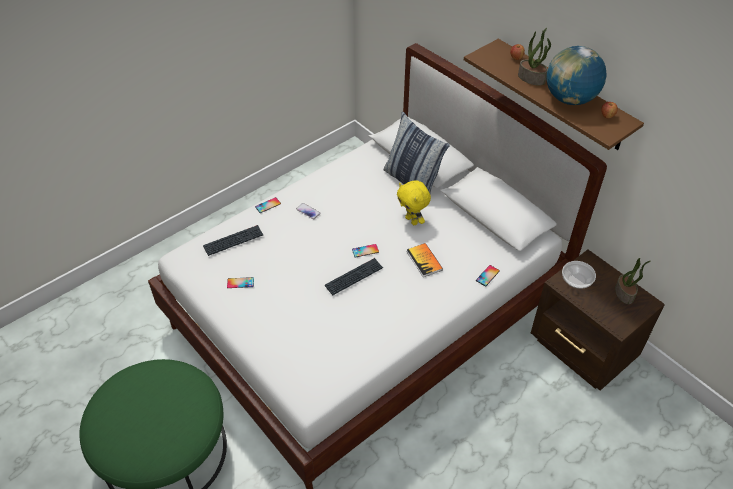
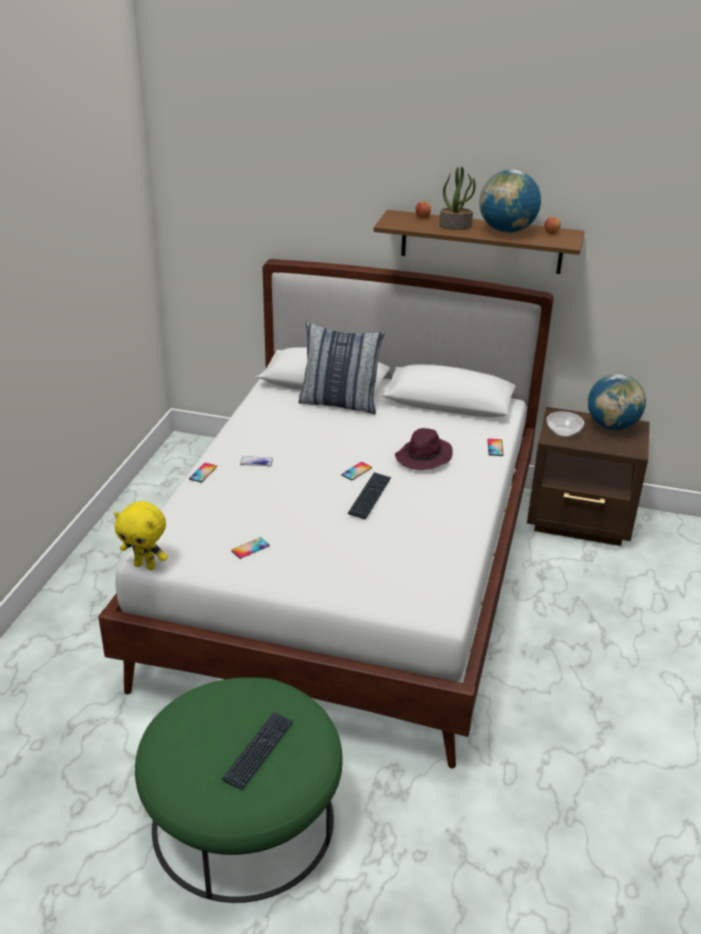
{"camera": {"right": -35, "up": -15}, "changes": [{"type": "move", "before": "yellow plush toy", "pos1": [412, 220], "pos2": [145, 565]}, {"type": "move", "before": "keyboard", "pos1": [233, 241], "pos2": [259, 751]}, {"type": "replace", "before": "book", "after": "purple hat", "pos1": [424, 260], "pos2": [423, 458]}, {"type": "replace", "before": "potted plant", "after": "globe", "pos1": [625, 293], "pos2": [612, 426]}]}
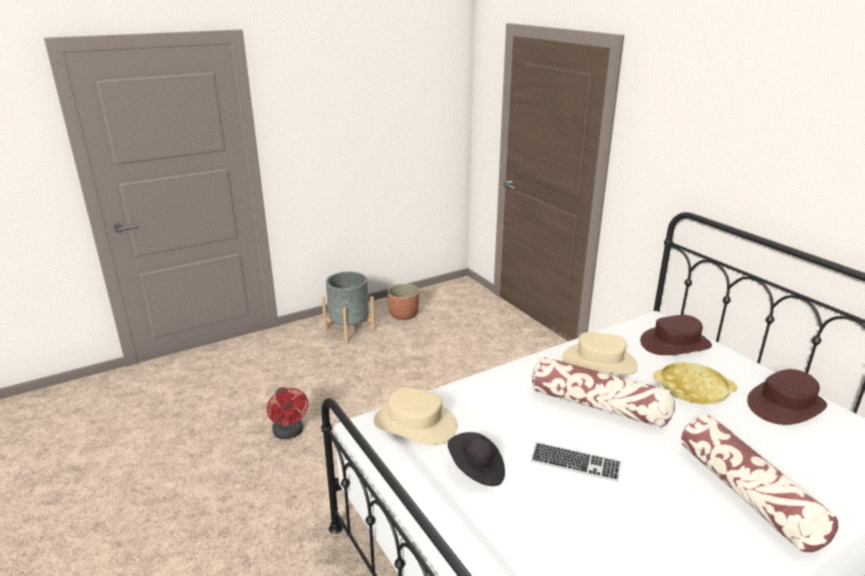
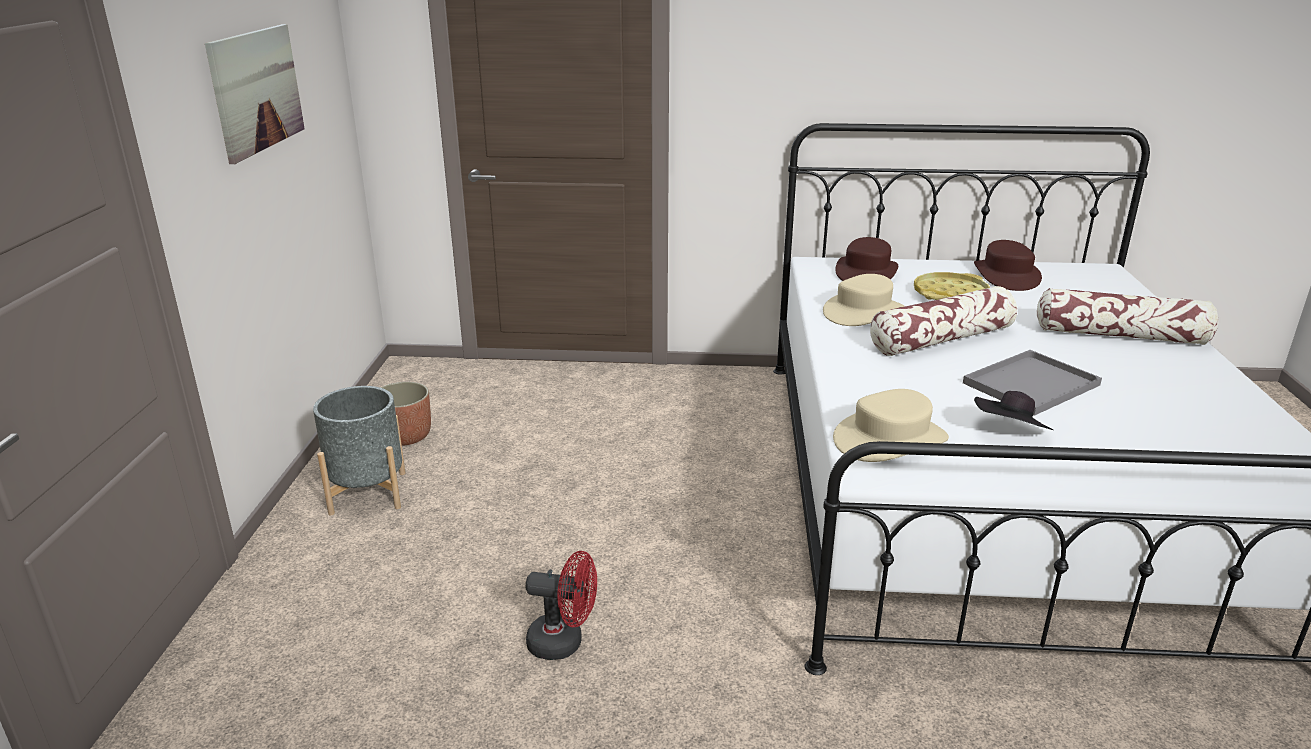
{"camera": {"right": -55, "up": 0}, "changes": [{"type": "insert", "after": "picture", "pos2": [257, 90]}, {"type": "replace", "before": "keyboard", "after": "grey tray", "pos1": [575, 463], "pos2": [1031, 383]}]}
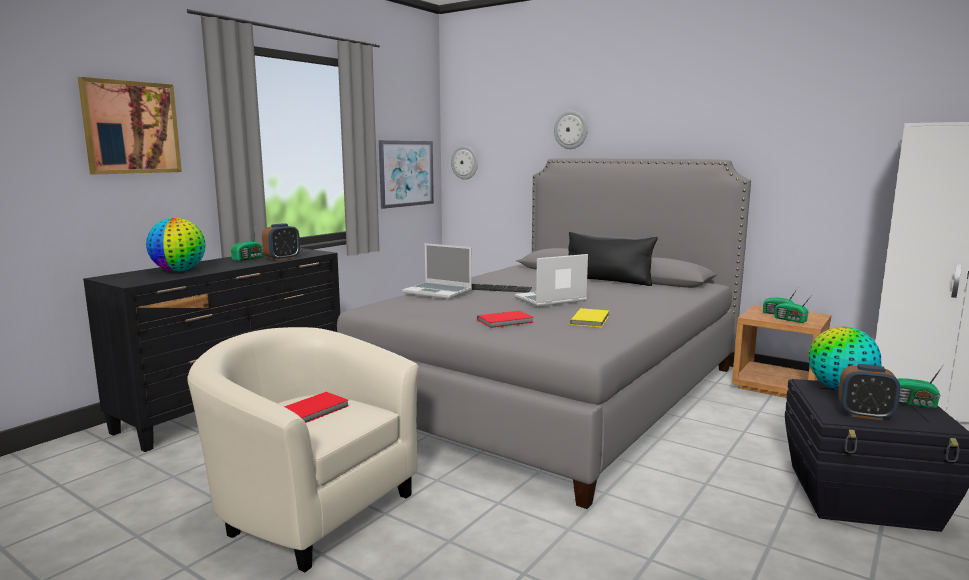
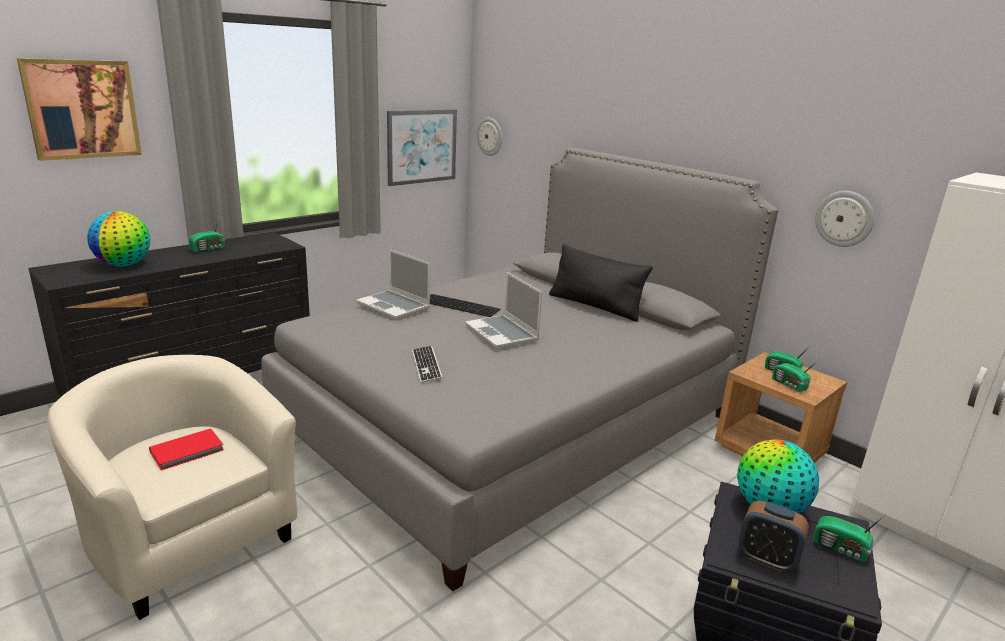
{"camera": {"right": 10, "up": 10}, "changes": [{"type": "replace", "before": "red book", "after": "keyboard", "pos1": [506, 321], "pos2": [426, 365]}, {"type": "rotate", "before": "laptop", "pos1": [550, 300], "pos2": [502, 333], "turn": -105}, {"type": "move", "before": "wall clock", "pos1": [571, 130], "pos2": [844, 218]}, {"type": "delete", "before": "alarm clock", "pos1": [282, 258]}, {"type": "delete", "before": "yellow book", "pos1": [591, 320]}]}
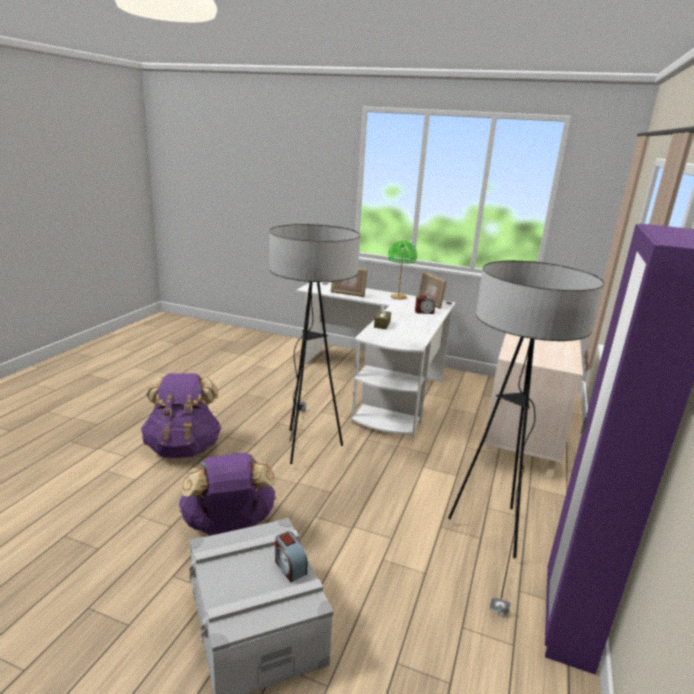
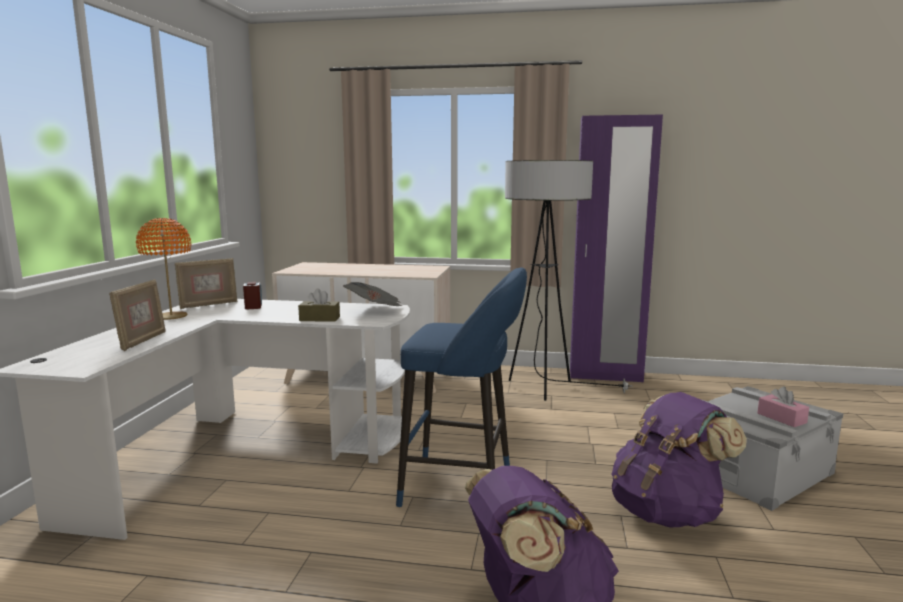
{"camera": {"right": -100, "up": -10}, "changes": [{"type": "recolor", "before": "green table lamp", "after": "orange table lamp", "pos1": [398, 297], "pos2": [171, 317]}, {"type": "insert", "after": "newspaper", "pos2": [375, 311]}, {"type": "replace", "before": "floor lamp", "after": "blue stool", "pos1": [307, 448], "pos2": [464, 487]}, {"type": "insert", "after": "pink tissue box", "pos2": [781, 418]}, {"type": "delete", "before": "alarm clock", "pos1": [289, 567]}]}
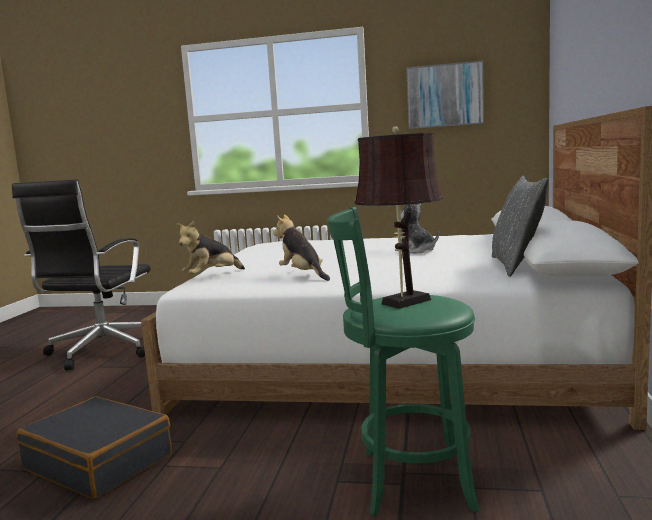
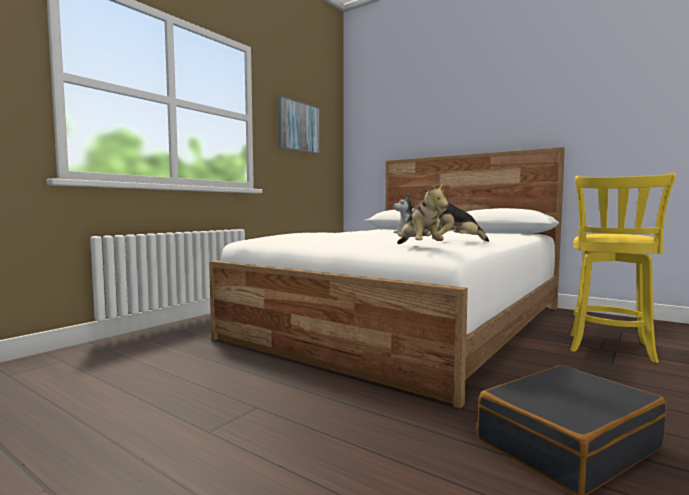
{"camera": {"right": -65, "up": -5}, "changes": [{"type": "recolor", "before": "green stool", "after": "yellow stool", "pos1": [408, 480], "pos2": [610, 349]}, {"type": "delete", "before": "black office chair", "pos1": [101, 351]}, {"type": "delete", "before": "brown table lamp", "pos1": [402, 303]}, {"type": "delete", "before": "grey pillow", "pos1": [517, 266]}]}
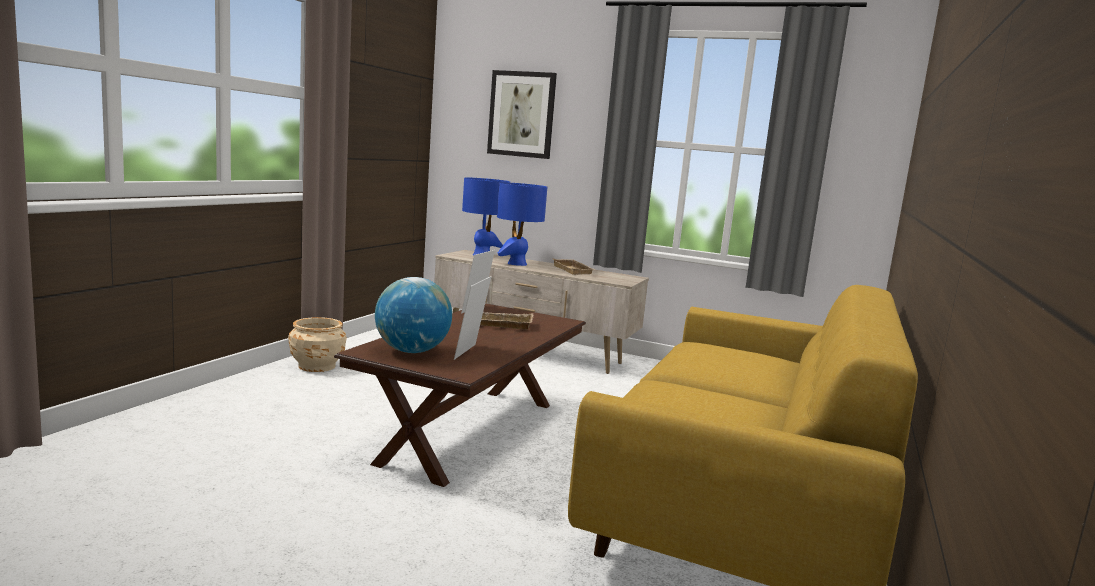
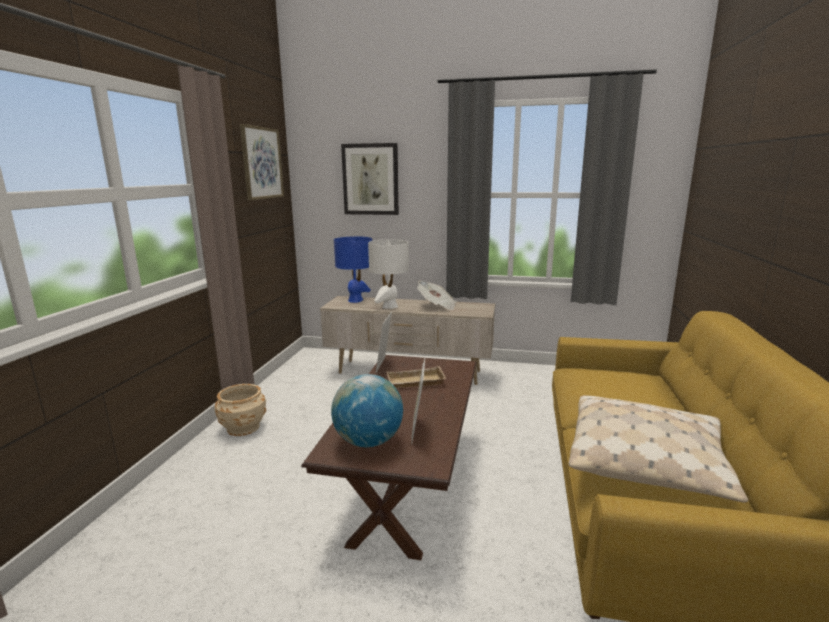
{"camera": {"right": -10, "up": 5}, "changes": [{"type": "insert", "after": "picture", "pos2": [262, 163]}, {"type": "recolor", "before": "blue table lamp", "after": "white table lamp", "pos1": [517, 264], "pos2": [389, 306]}, {"type": "replace", "before": "beige tray", "after": "newspaper", "pos1": [574, 270], "pos2": [437, 306]}, {"type": "insert", "after": "beige pillow", "pos2": [646, 461]}]}
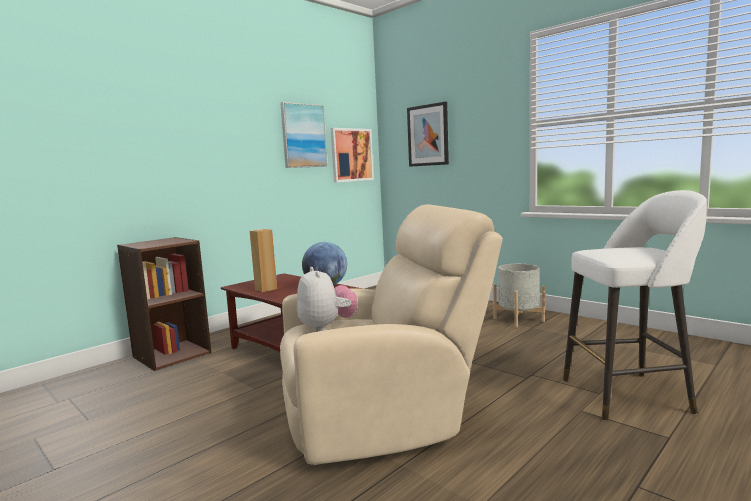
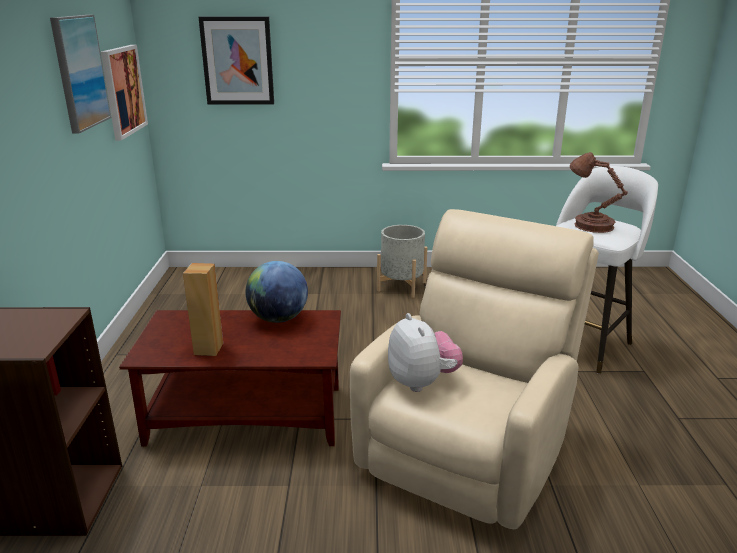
{"camera": {"right": -45, "up": 15}, "changes": [{"type": "rotate", "before": "plush toy", "pos1": [327, 327], "pos2": [422, 382], "turn": 45}, {"type": "insert", "after": "brown table lamp", "pos2": [590, 225]}]}
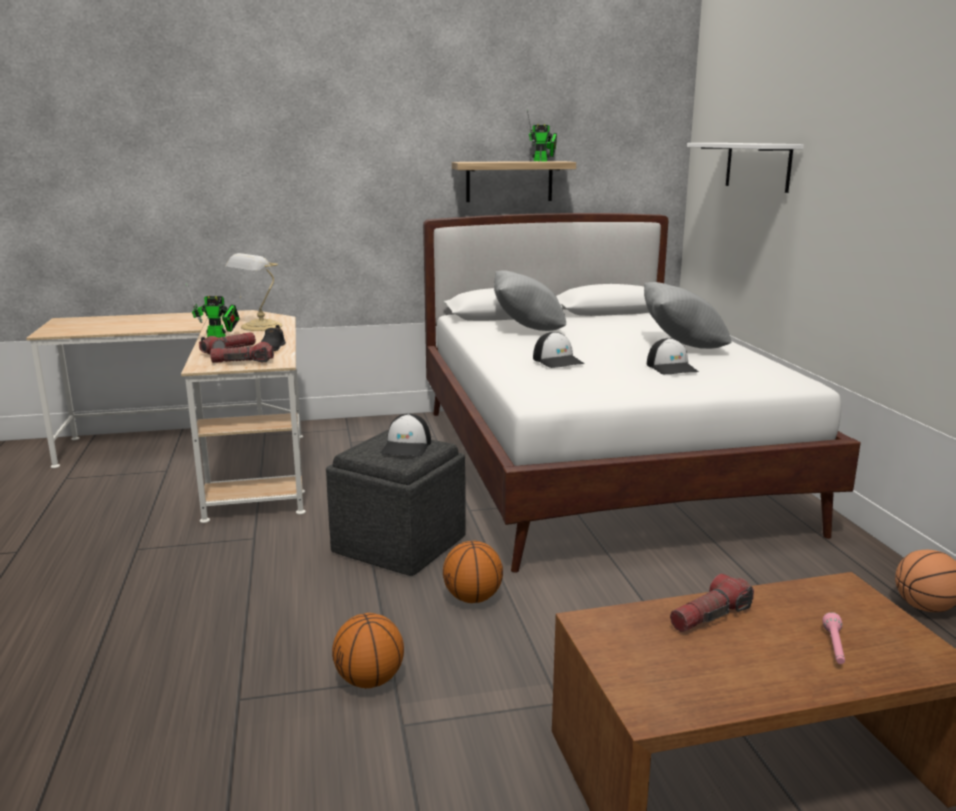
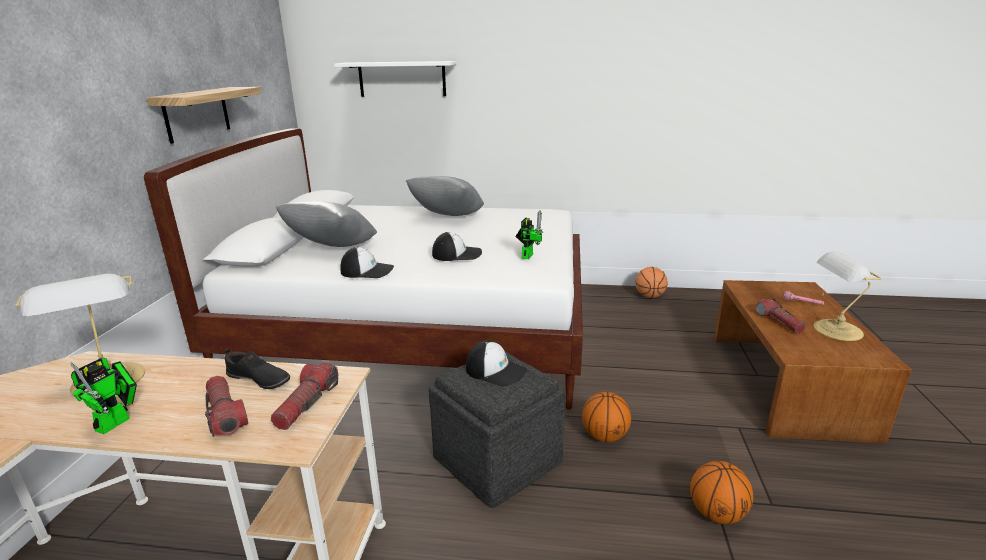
{"camera": {"right": -70, "up": 5}, "changes": [{"type": "move", "before": "cap", "pos1": [672, 368], "pos2": [367, 271]}, {"type": "move", "before": "toy robot", "pos1": [542, 161], "pos2": [528, 255]}, {"type": "insert", "after": "table lamp", "pos2": [835, 330]}]}
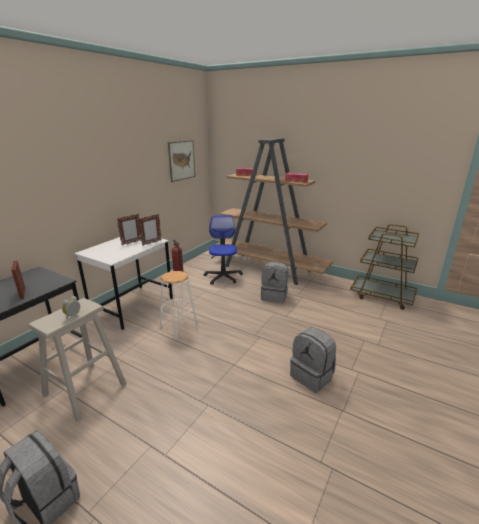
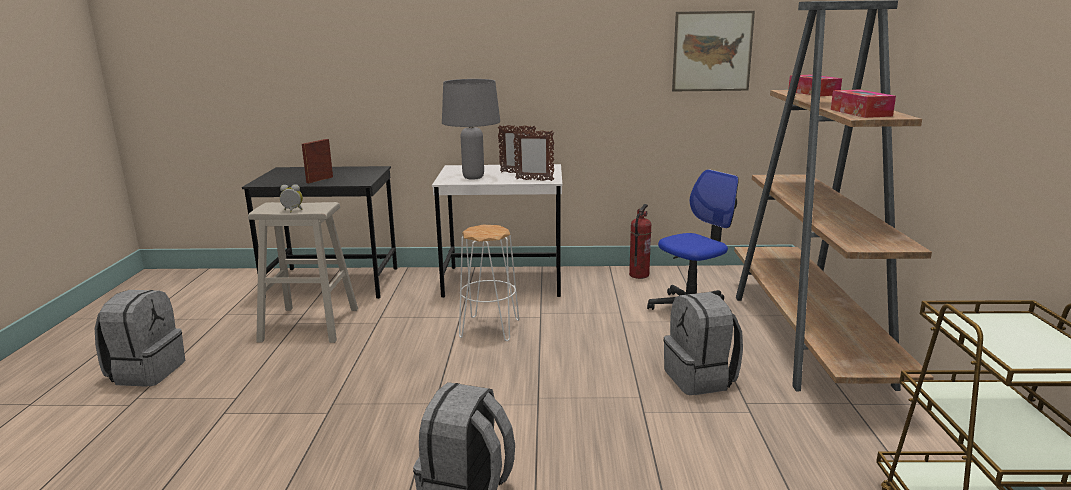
{"camera": {"right": 60, "up": -5}, "changes": [{"type": "insert", "after": "grey table lamp", "pos2": [473, 177]}]}
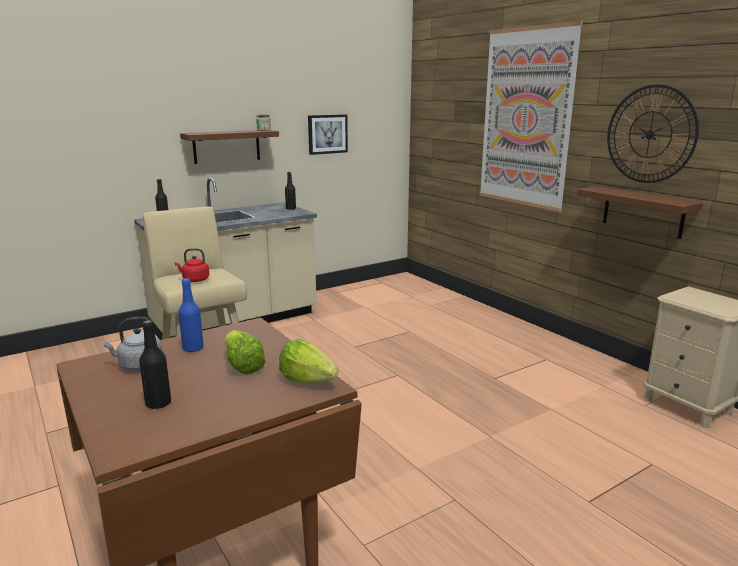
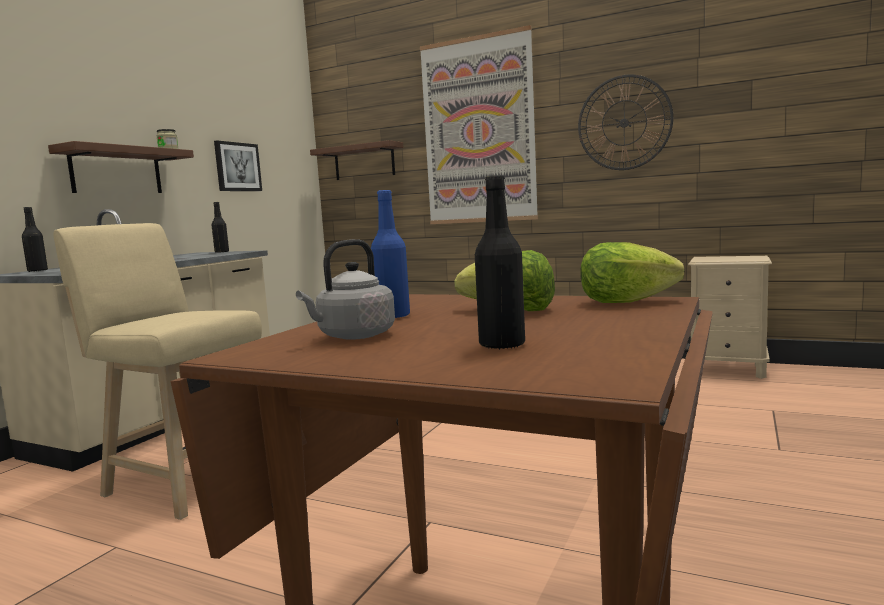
{"camera": {"right": -30, "up": -10}, "changes": [{"type": "move", "before": "brown shelf", "pos1": [643, 212], "pos2": [364, 162]}, {"type": "delete", "before": "red kettle", "pos1": [194, 280]}]}
